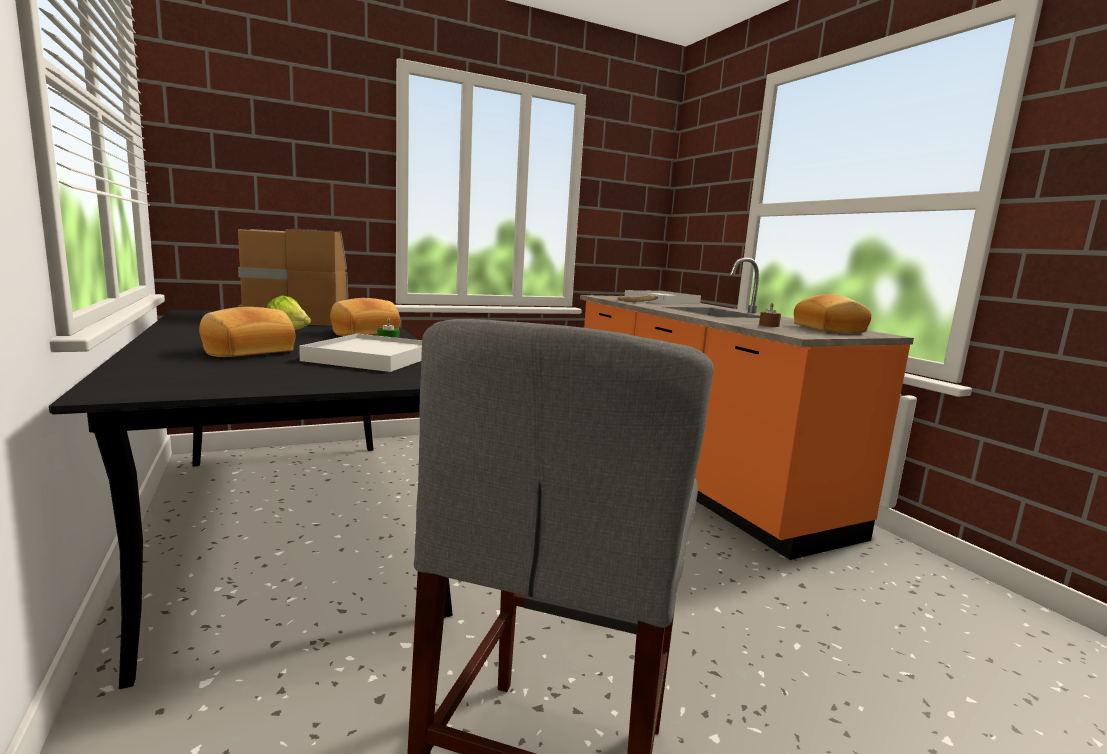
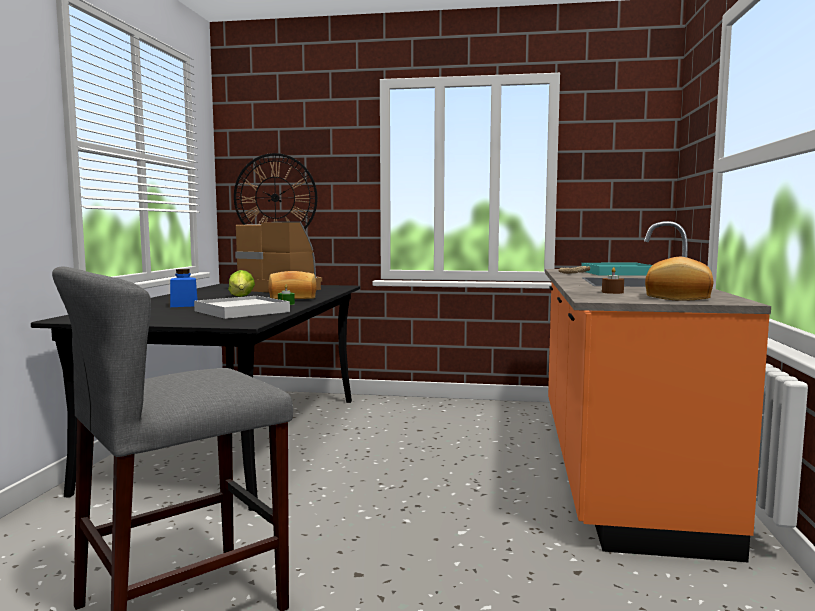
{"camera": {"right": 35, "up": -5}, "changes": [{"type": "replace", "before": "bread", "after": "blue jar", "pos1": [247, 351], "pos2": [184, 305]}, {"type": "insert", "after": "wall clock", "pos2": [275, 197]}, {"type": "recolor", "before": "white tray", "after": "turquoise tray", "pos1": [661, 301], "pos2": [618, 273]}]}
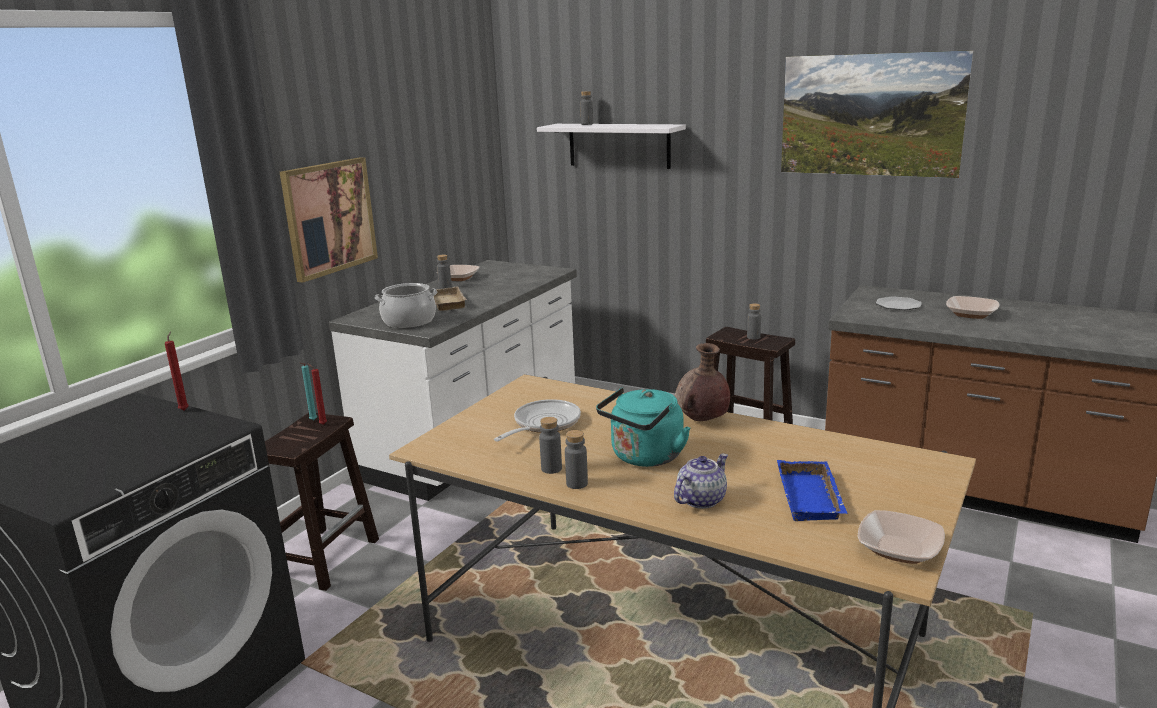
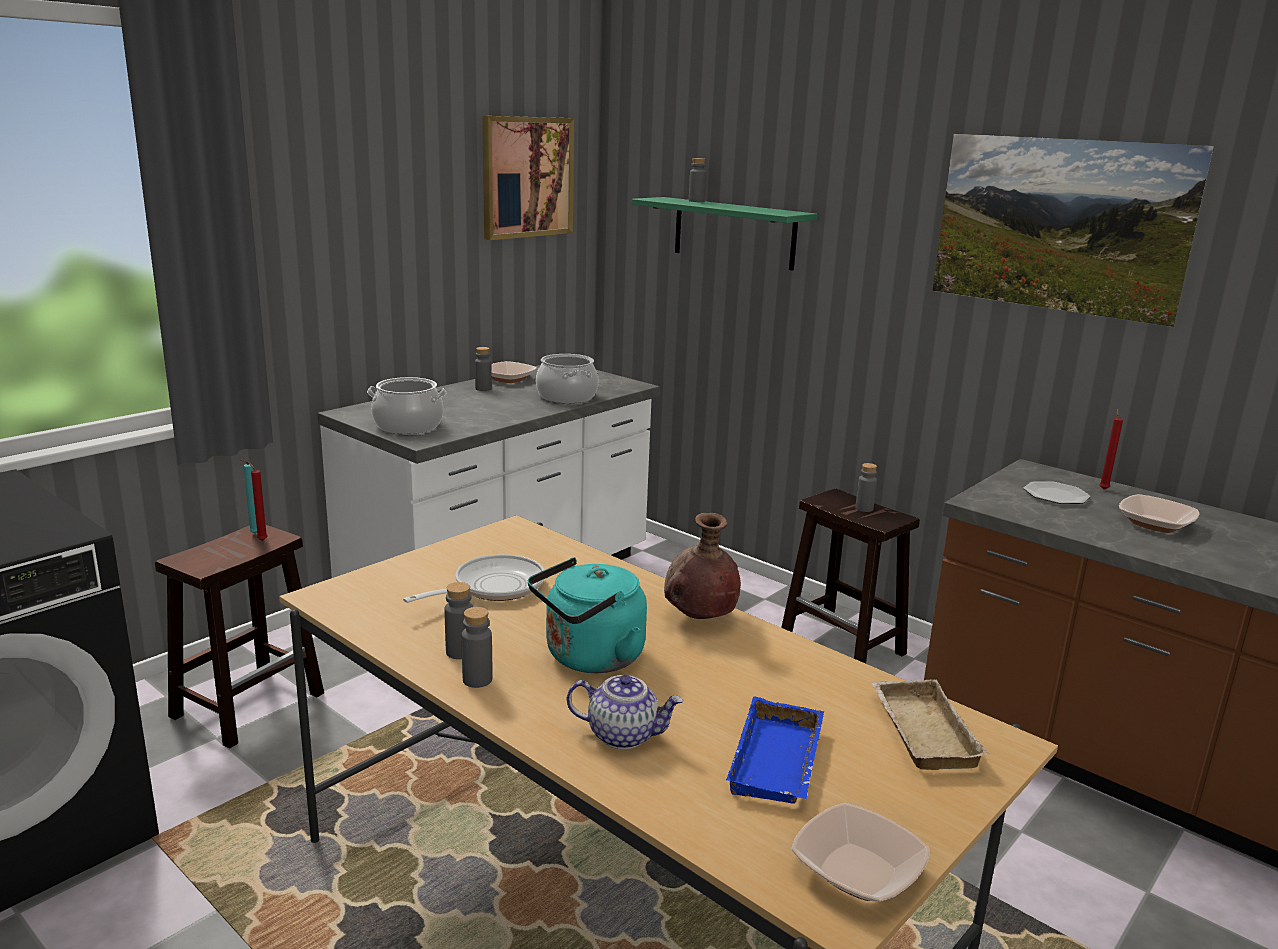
{"camera": {"right": 10, "up": 0}, "changes": [{"type": "move", "before": "picture", "pos1": [329, 217], "pos2": [527, 177]}, {"type": "insert", "after": "cooking pot", "pos2": [566, 397]}, {"type": "rotate", "before": "teapot", "pos1": [701, 499], "pos2": [623, 735], "turn": 45}, {"type": "recolor", "before": "white shelf", "after": "green shelf", "pos1": [619, 145], "pos2": [734, 233]}, {"type": "move", "before": "beige tray", "pos1": [446, 302], "pos2": [919, 731]}, {"type": "move", "before": "red candle", "pos1": [184, 409], "pos2": [1103, 489]}]}
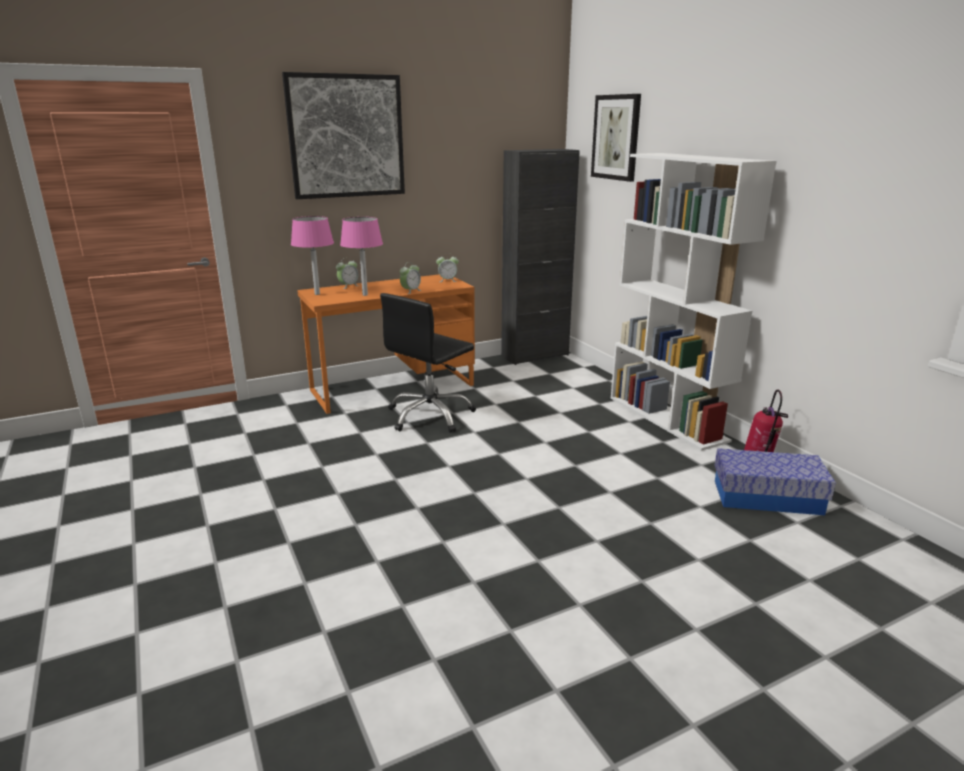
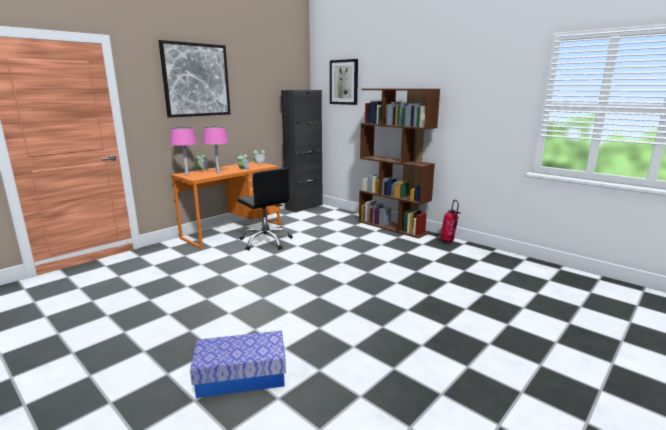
{"camera": {"right": -20, "up": -5}, "changes": [{"type": "move", "before": "storage box", "pos1": [767, 497], "pos2": [241, 376]}, {"type": "rotate", "before": "black office chair", "pos1": [430, 415], "pos2": [266, 241], "turn": -60}, {"type": "recolor", "before": "white bookcase", "after": "brown bookcase", "pos1": [667, 418], "pos2": [393, 227]}]}
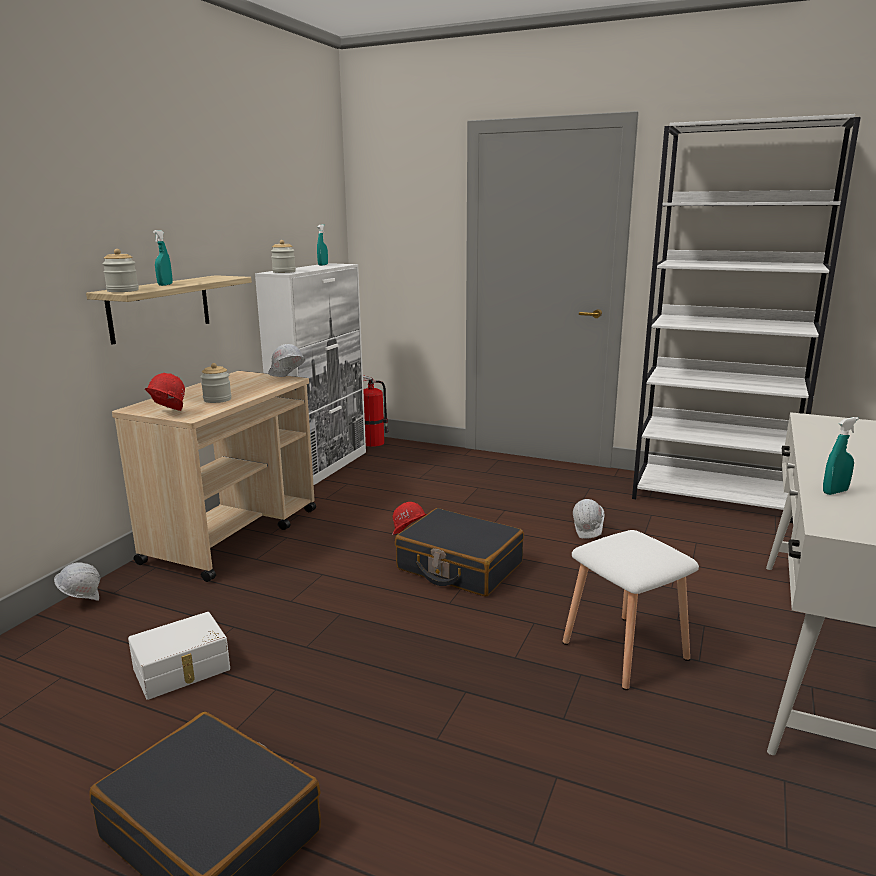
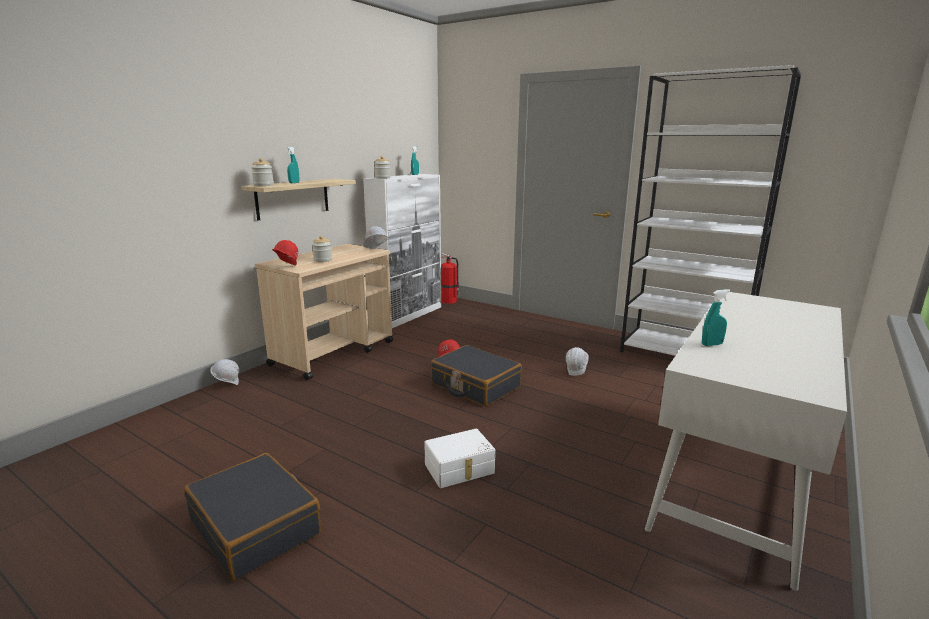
{"camera": {"right": 10, "up": 0}, "changes": [{"type": "move", "before": "white storage box", "pos1": [182, 670], "pos2": [460, 469]}, {"type": "delete", "before": "white stool", "pos1": [625, 650]}]}
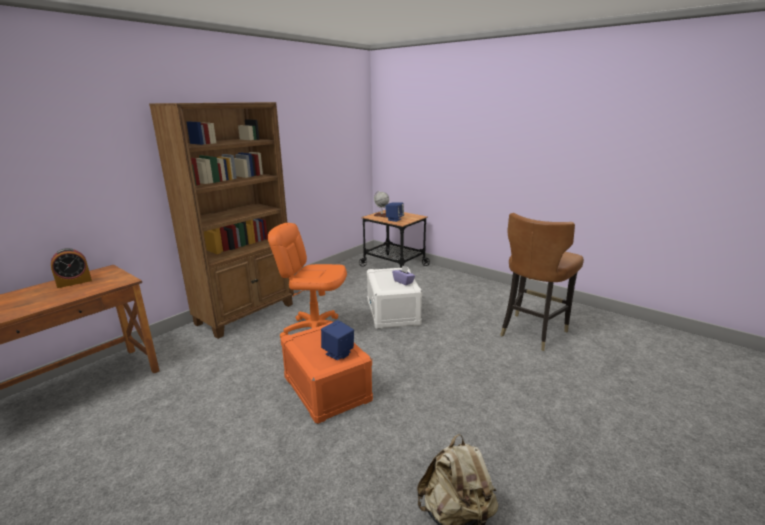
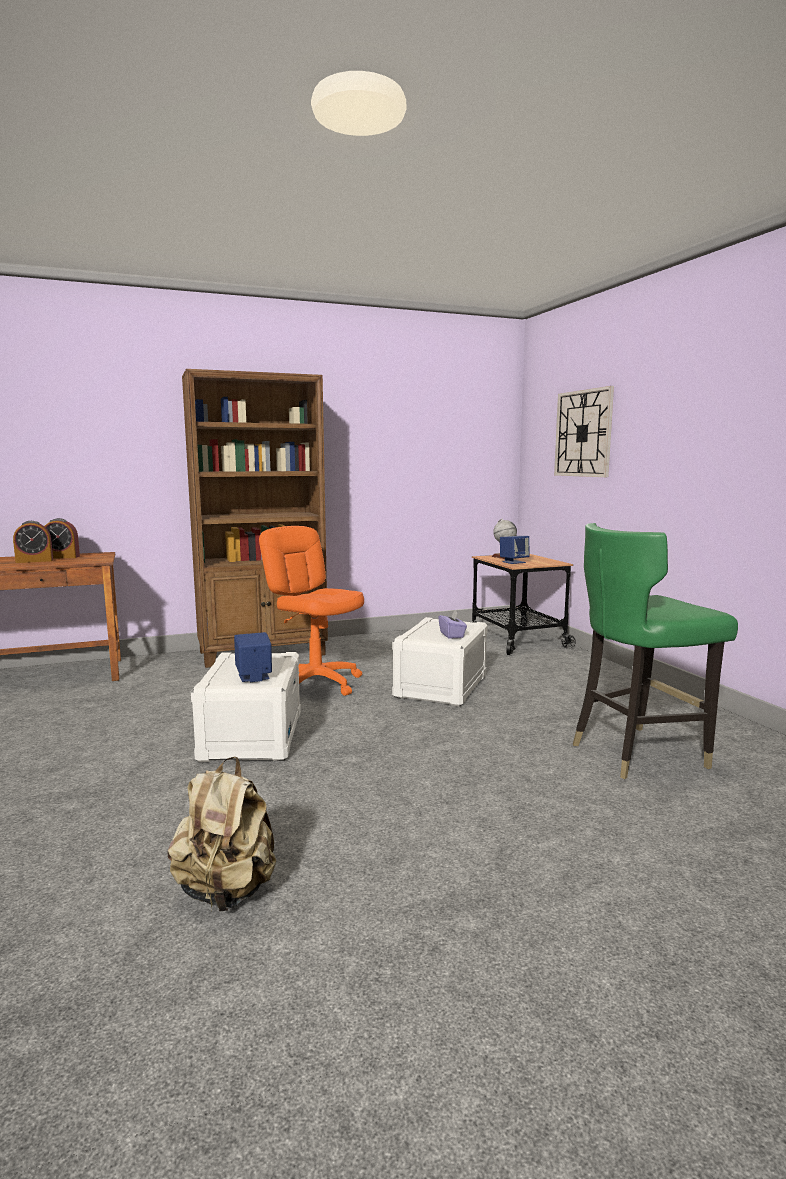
{"camera": {"right": 30, "up": -10}, "changes": [{"type": "insert", "after": "alarm clock", "pos2": [34, 561]}, {"type": "recolor", "before": "orange storage box", "after": "white storage box", "pos1": [326, 389], "pos2": [251, 736]}, {"type": "insert", "after": "wall clock", "pos2": [583, 433]}, {"type": "recolor", "before": "brown chair", "after": "green chair", "pos1": [531, 331], "pos2": [638, 753]}]}
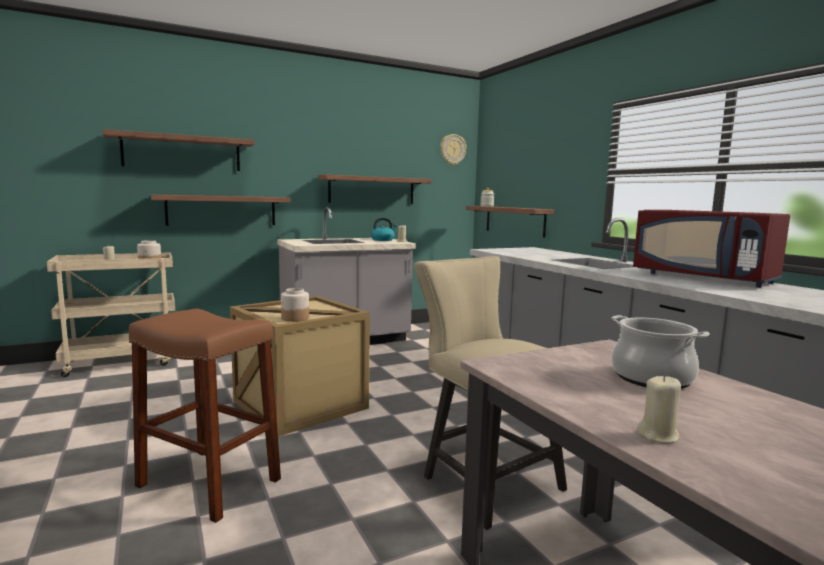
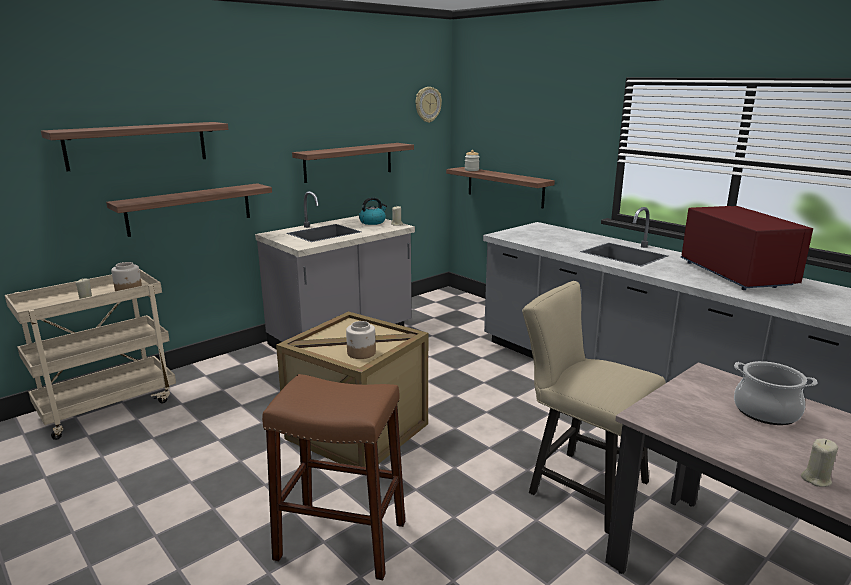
{"camera": {"right": -15, "up": 10}, "changes": [{"type": "rotate", "before": "red microwave", "pos1": [704, 278], "pos2": [734, 275], "turn": -135}]}
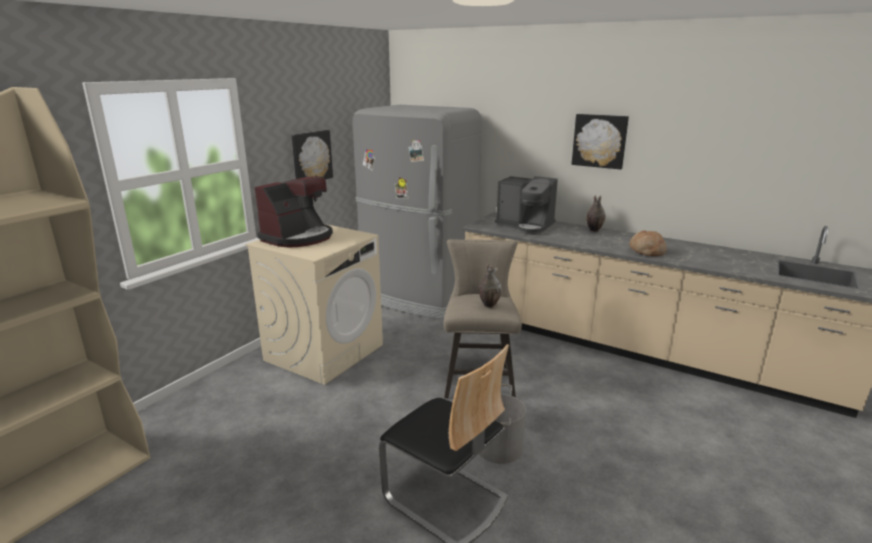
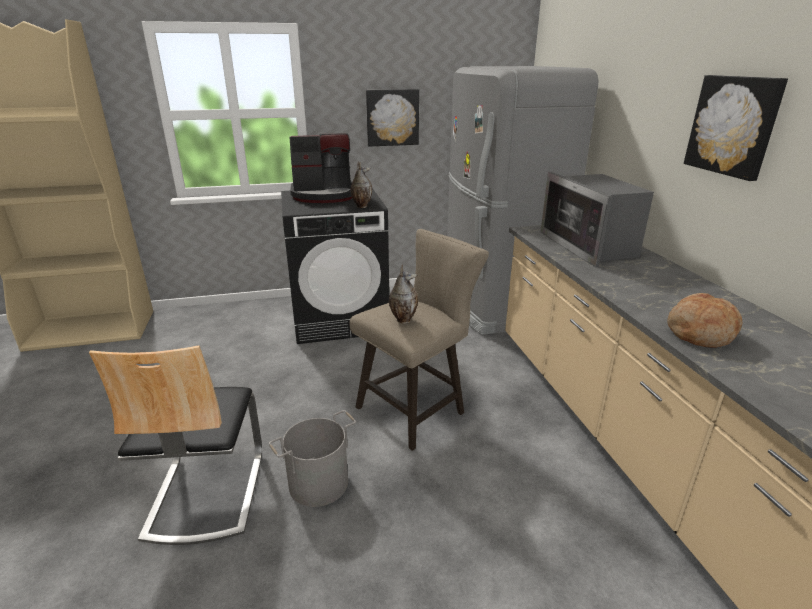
{"camera": {"right": 45, "up": 5}, "changes": [{"type": "recolor", "before": "beige washing machine", "after": "black washing machine", "pos1": [324, 352], "pos2": [340, 318]}, {"type": "move", "before": "vase", "pos1": [593, 230], "pos2": [361, 206]}, {"type": "replace", "before": "coffee machine", "after": "microwave", "pos1": [525, 226], "pos2": [589, 246]}]}
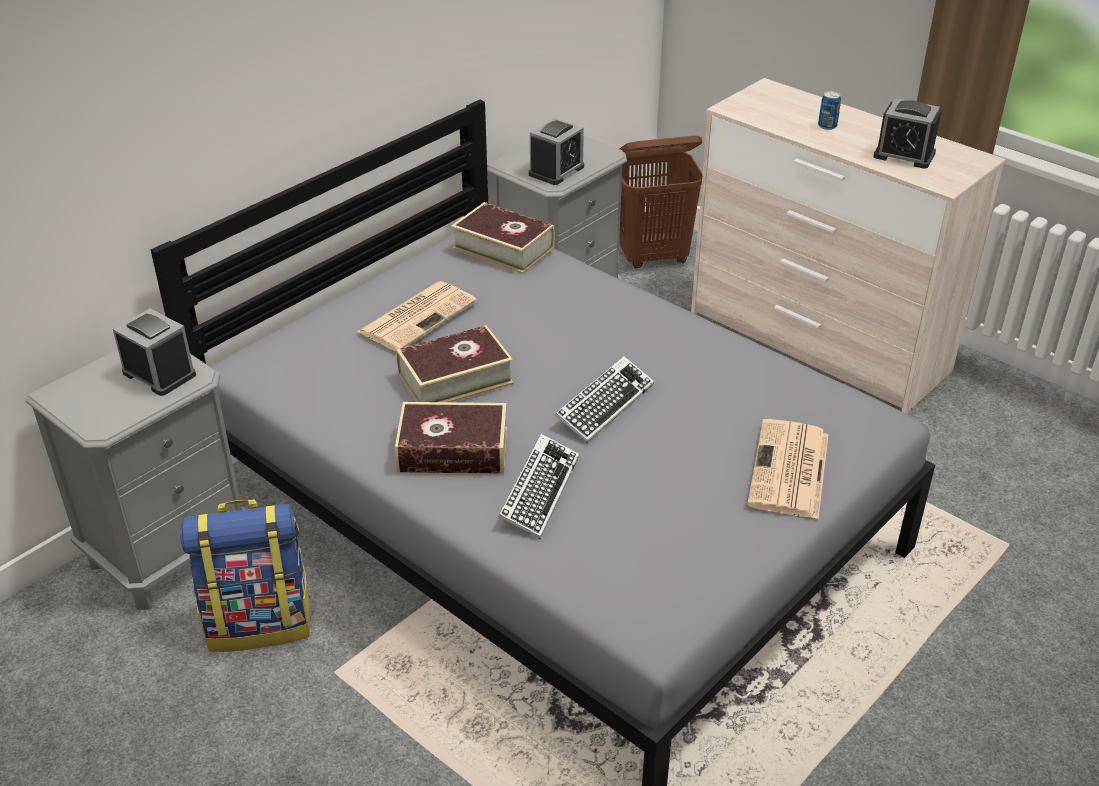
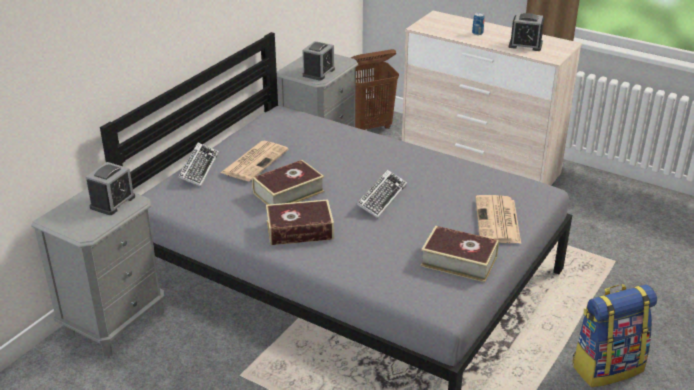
{"camera": {"right": -10, "up": -5}, "changes": [{"type": "rotate", "before": "alarm clock", "pos1": [159, 374], "pos2": [112, 202], "turn": 90}, {"type": "move", "before": "keyboard", "pos1": [539, 491], "pos2": [198, 168]}, {"type": "move", "before": "book", "pos1": [503, 248], "pos2": [459, 261]}, {"type": "move", "before": "backpack", "pos1": [260, 622], "pos2": [606, 367]}]}
